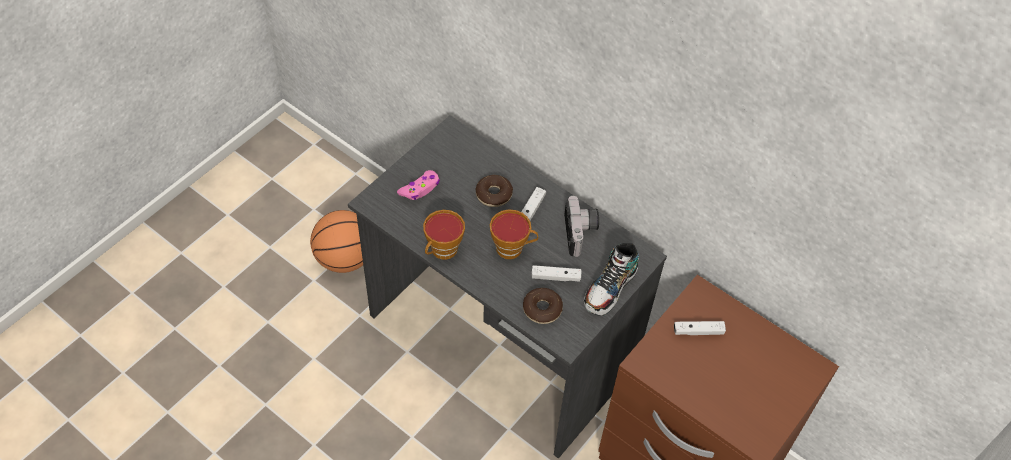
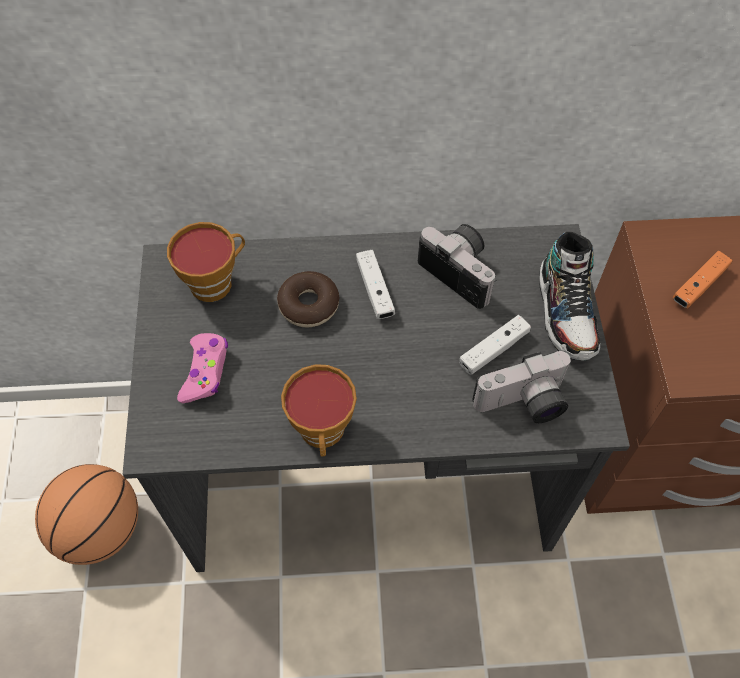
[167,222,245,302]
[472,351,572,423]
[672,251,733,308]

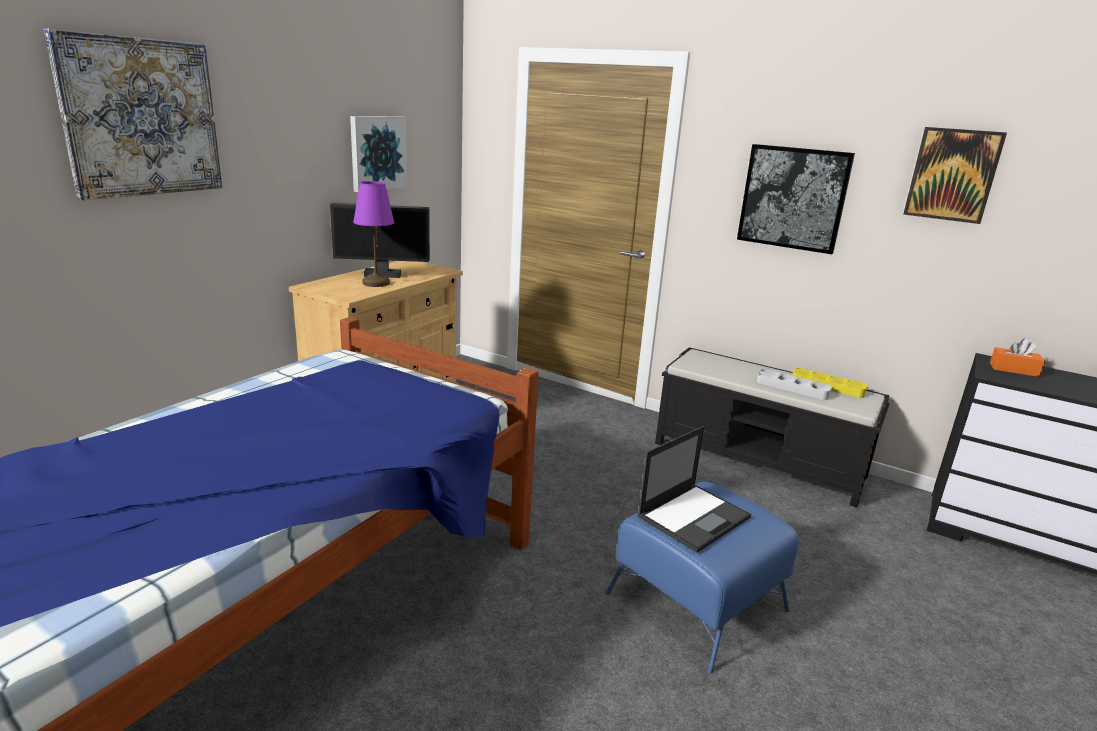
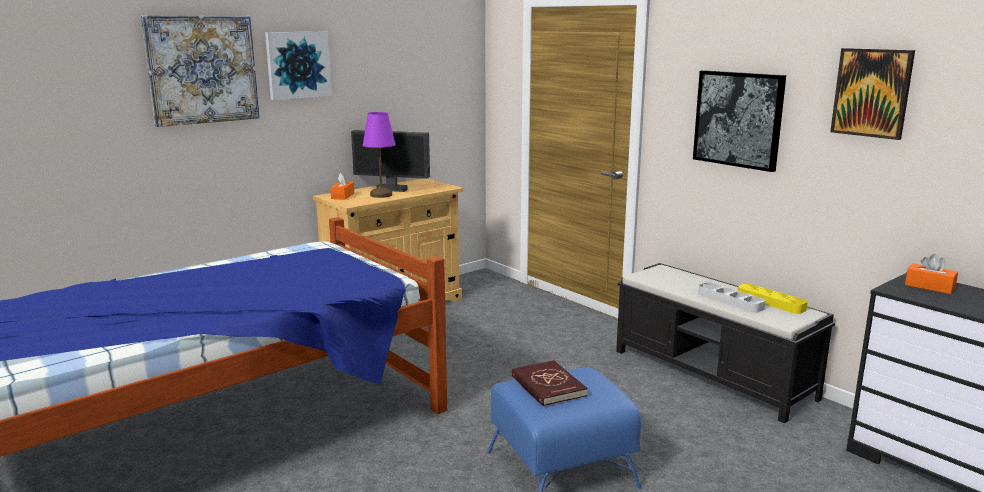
[265,32,332,100]
[512,360,588,406]
[330,173,354,200]

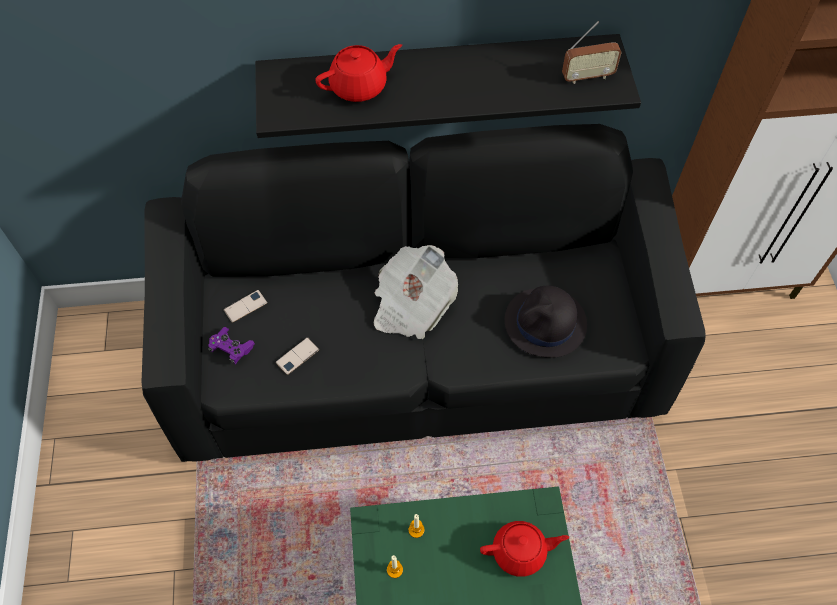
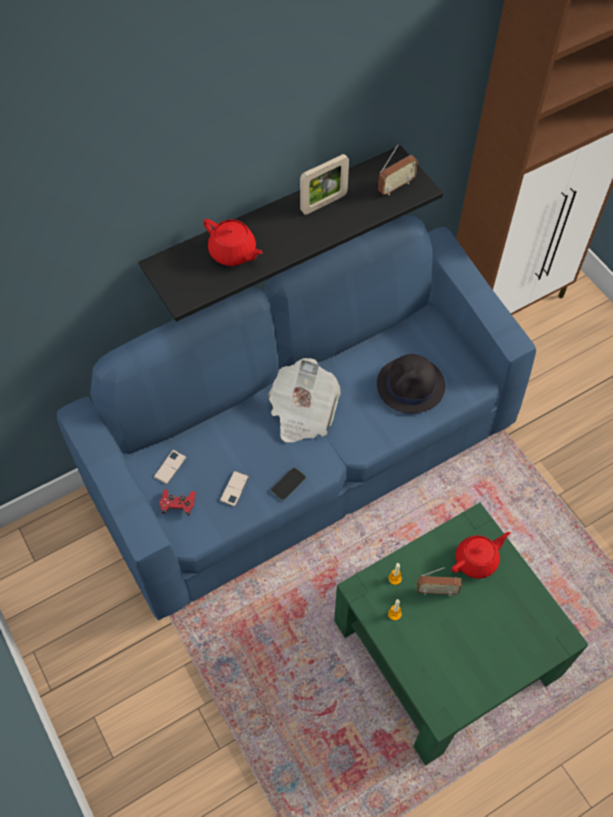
[203,219,263,266]
[57,216,536,621]
[159,489,196,515]
[300,154,349,215]
[271,467,306,501]
[417,567,461,596]

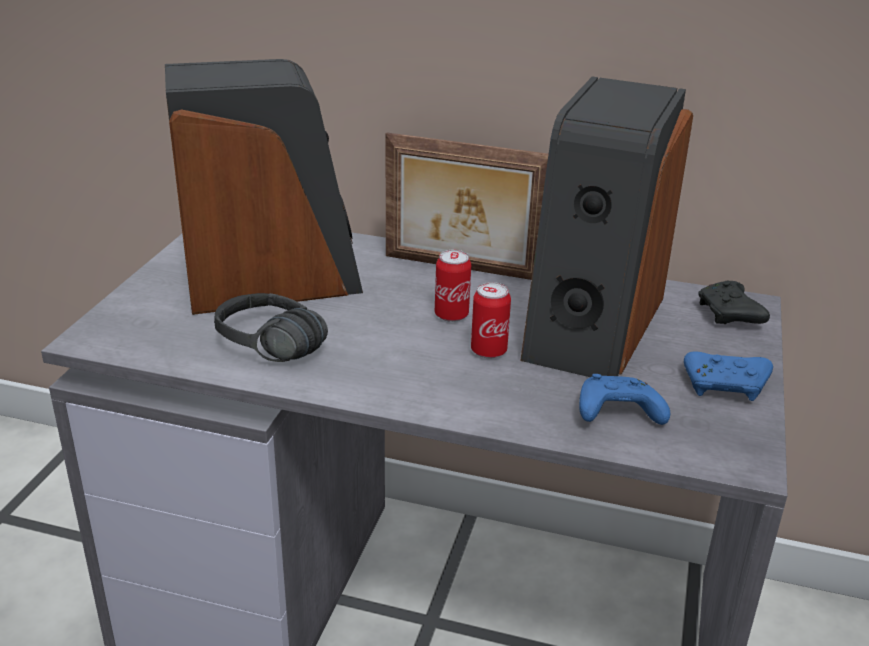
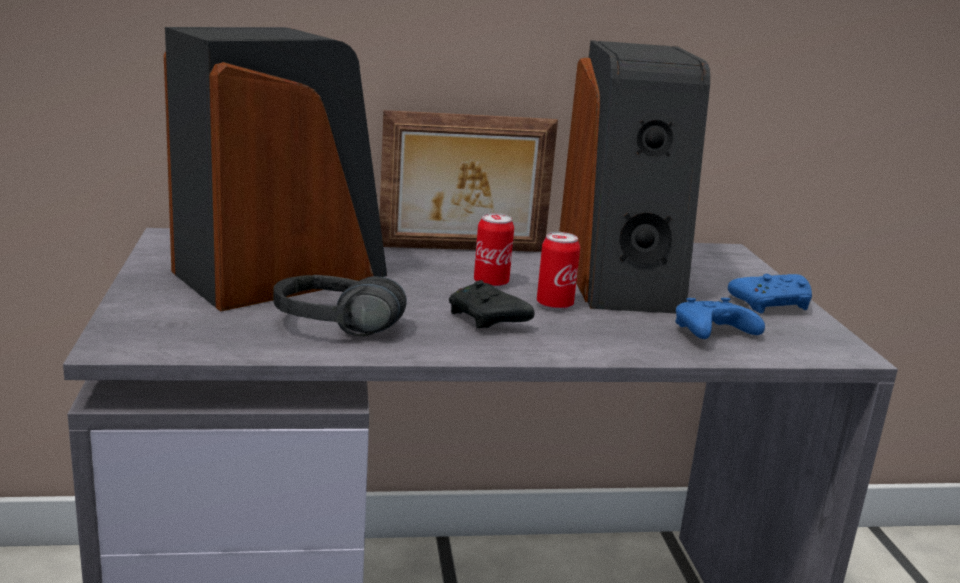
[449,280,535,328]

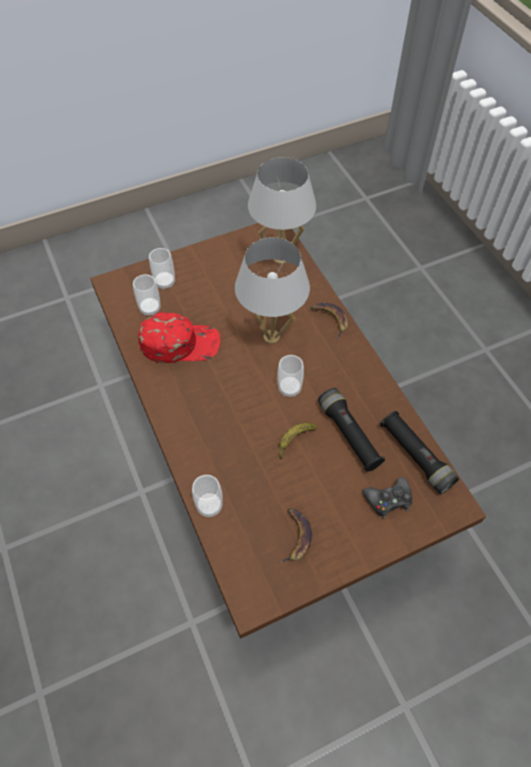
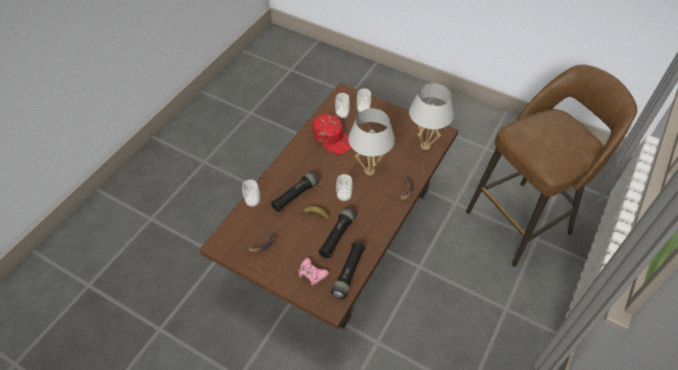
[298,258,329,286]
[466,64,637,267]
[271,171,319,212]

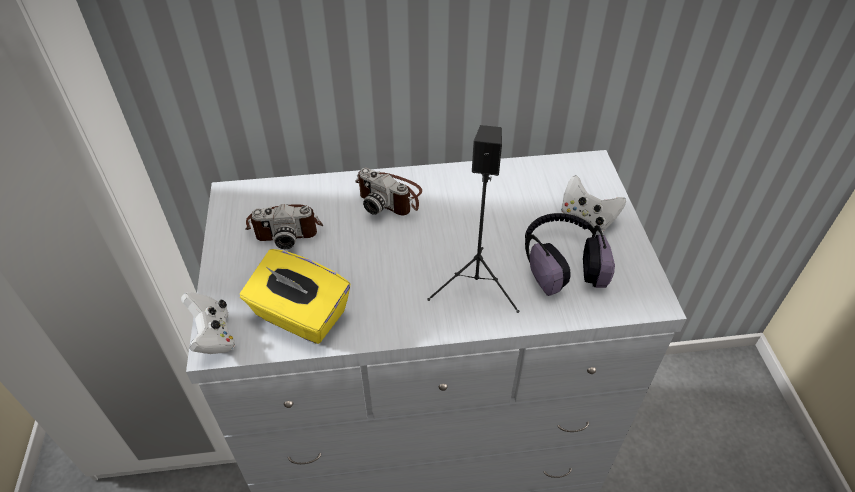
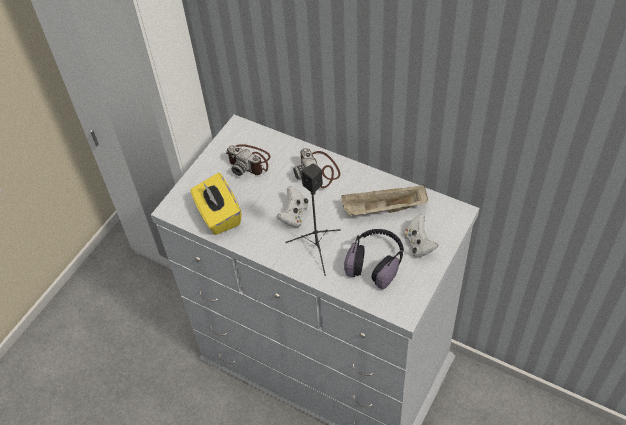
[277,186,308,228]
[341,185,428,216]

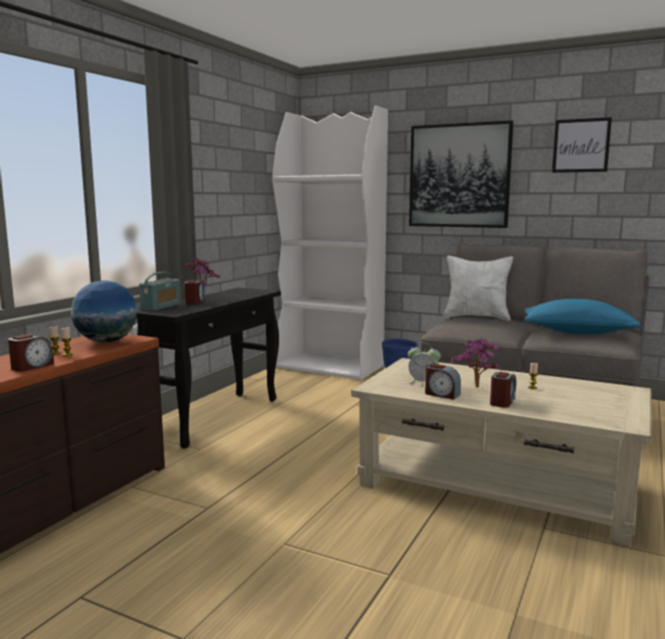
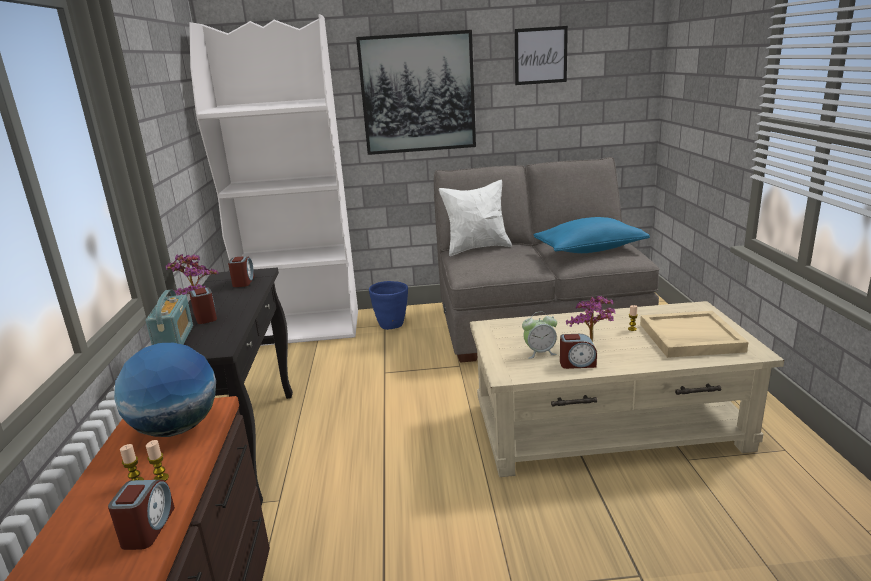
[228,256,255,287]
[640,311,748,358]

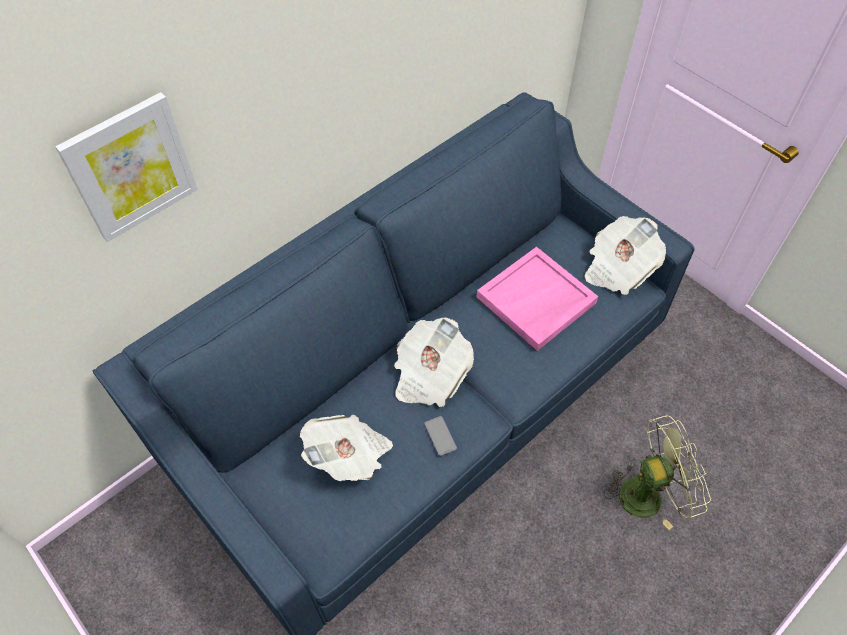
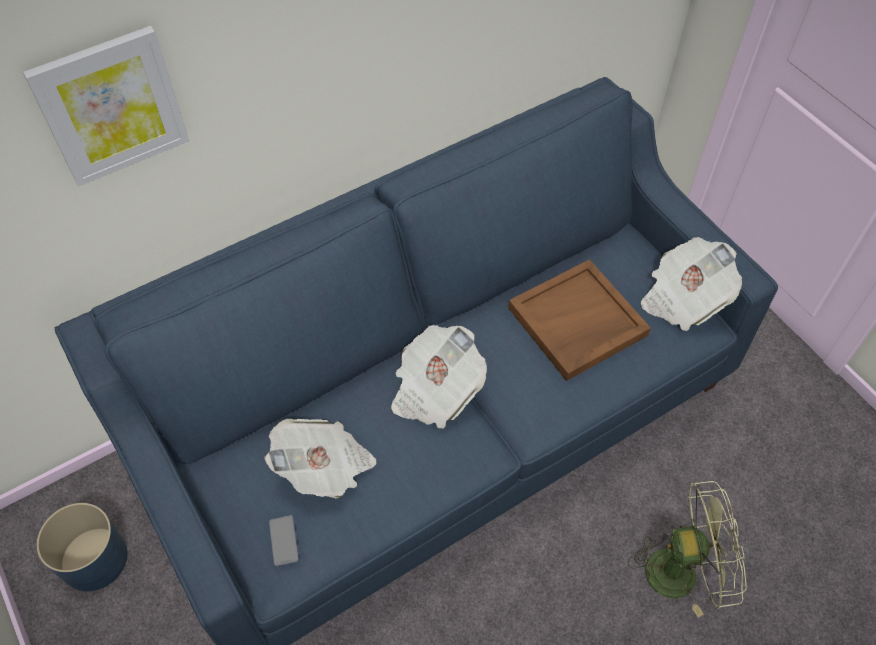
[508,259,651,381]
[269,515,299,566]
[37,503,128,591]

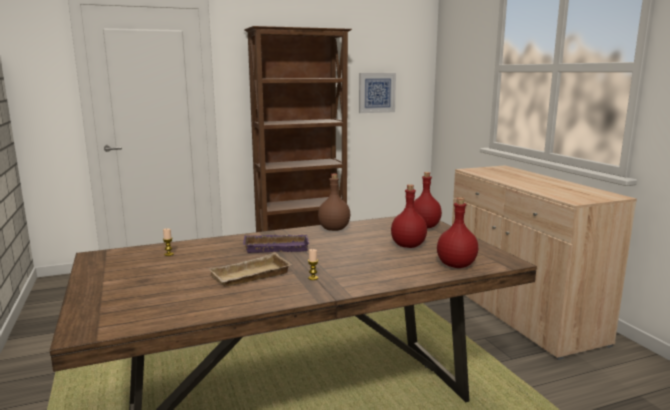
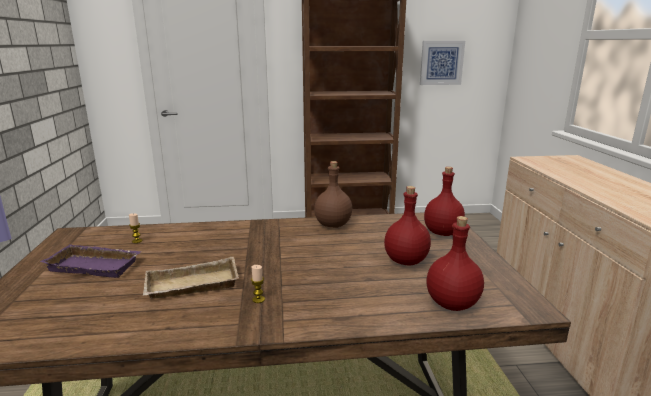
[40,244,142,278]

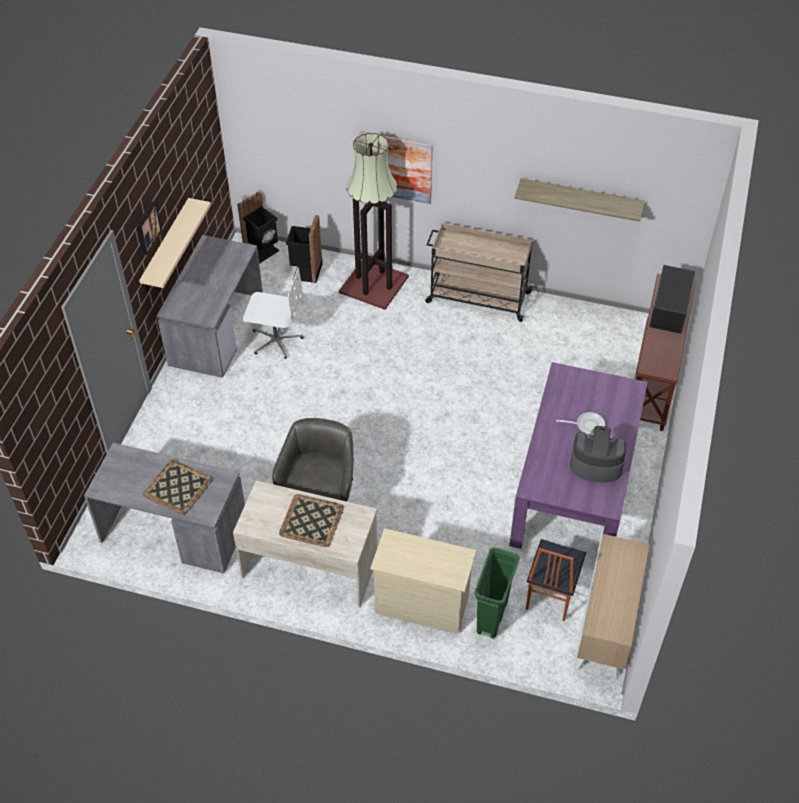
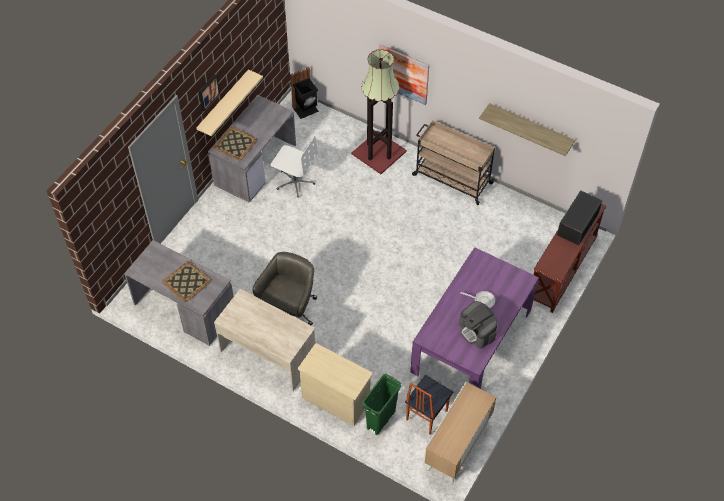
[286,215,323,283] (first image)
[459,301,497,349]
[214,127,258,161]

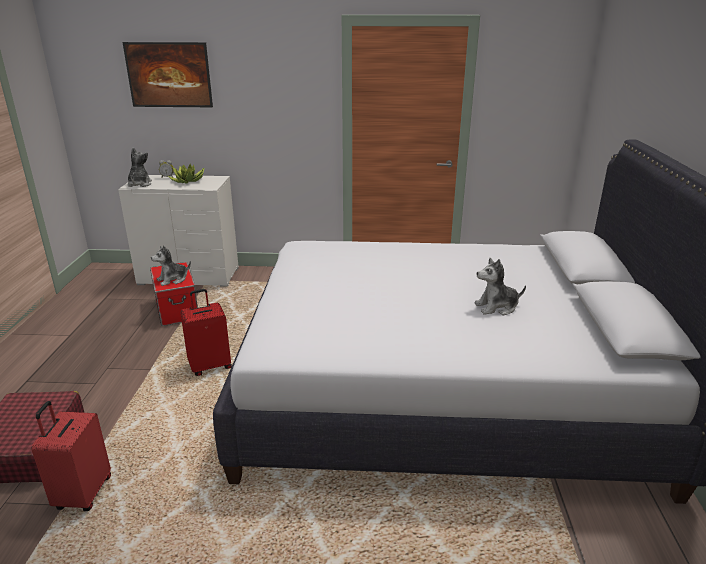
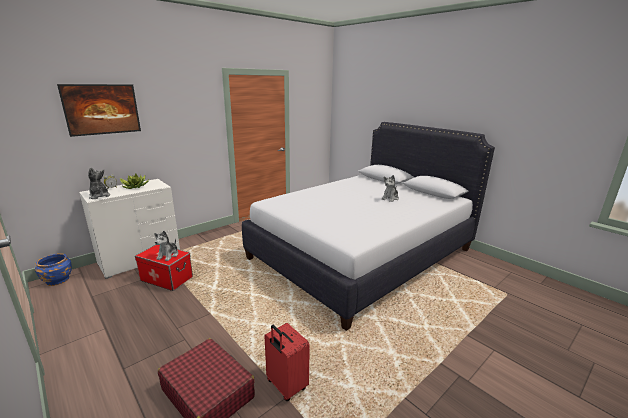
[180,289,232,376] (first image)
[35,253,72,286]

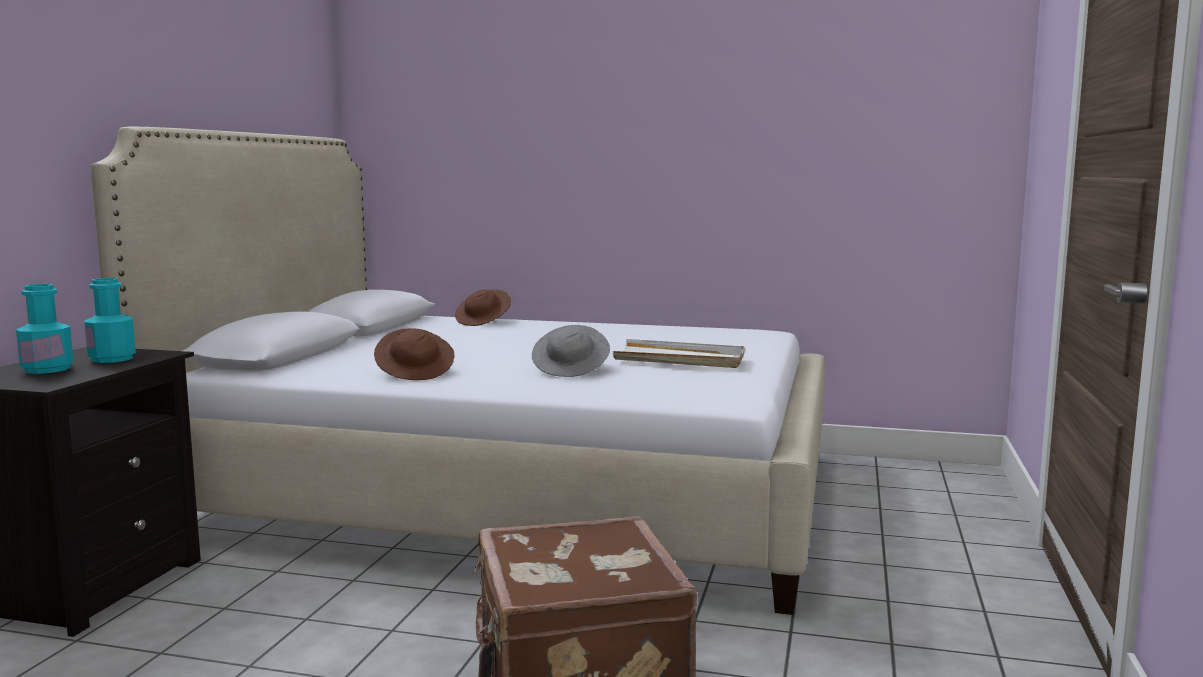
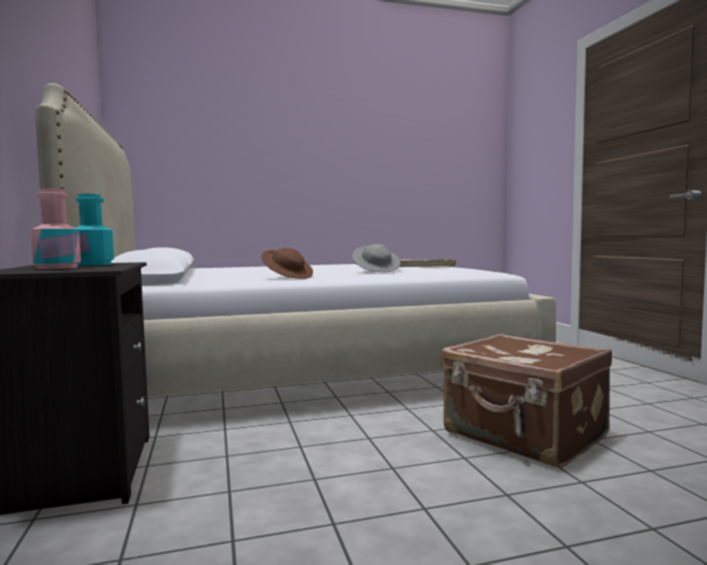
[30,188,81,269]
[455,289,511,326] (first image)

